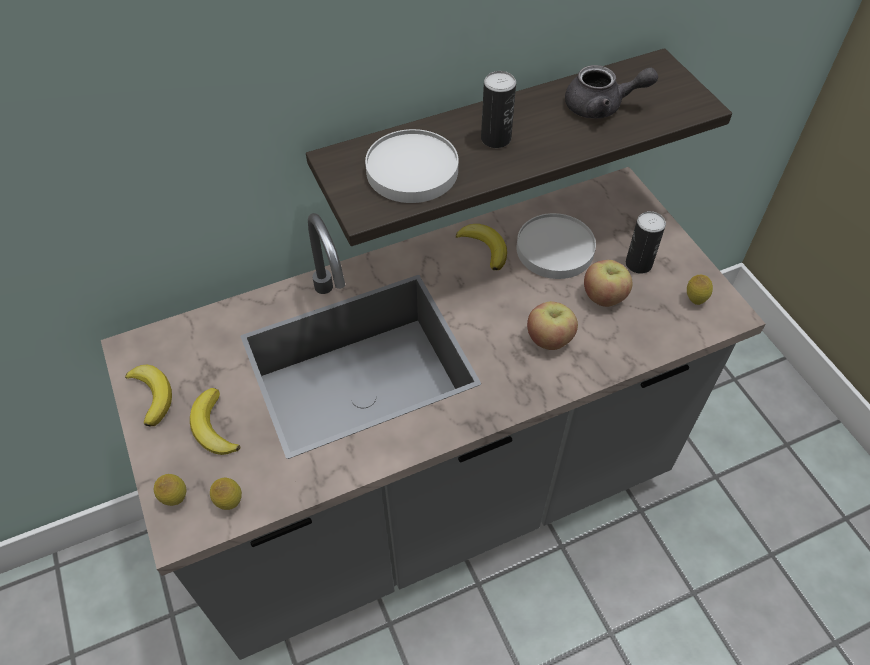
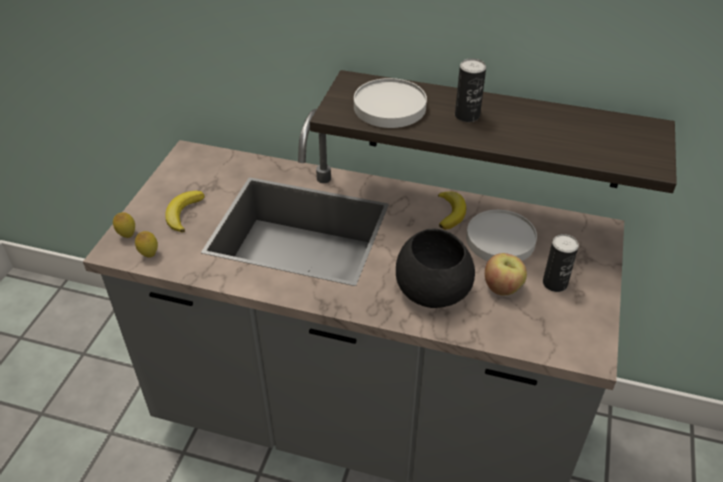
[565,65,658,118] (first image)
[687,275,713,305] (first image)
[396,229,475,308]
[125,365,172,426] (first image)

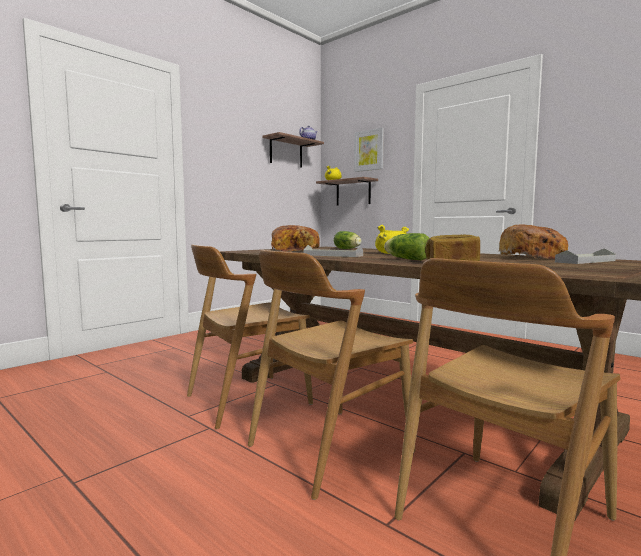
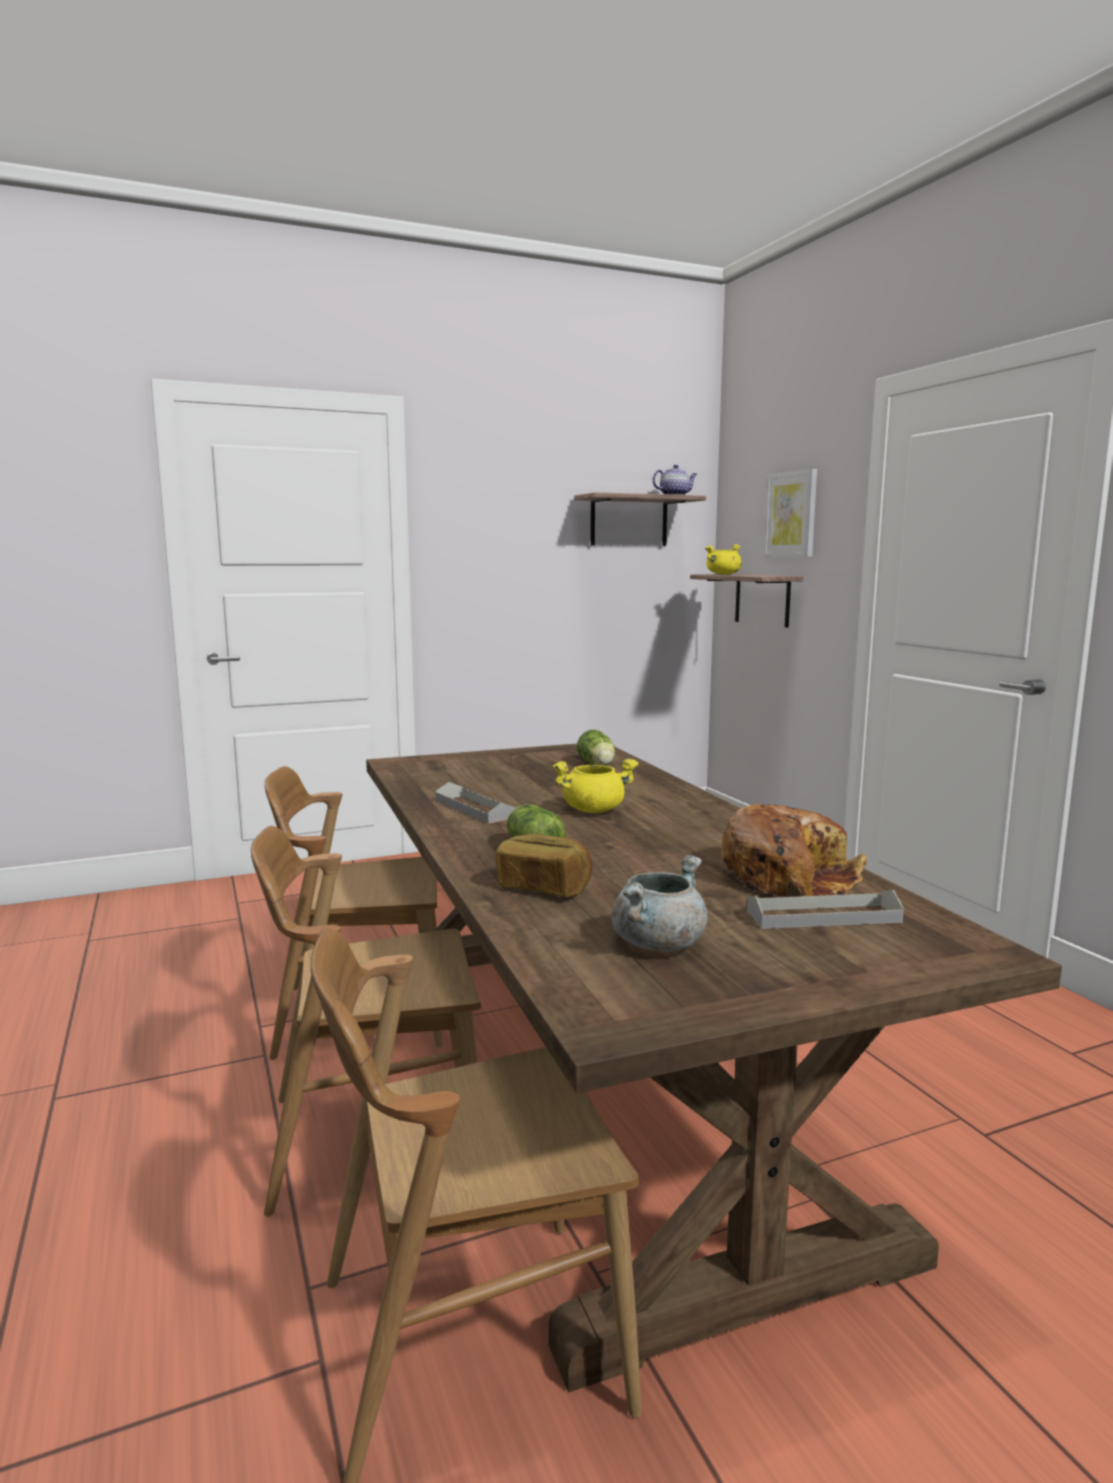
[271,225,320,252] (first image)
[611,855,708,952]

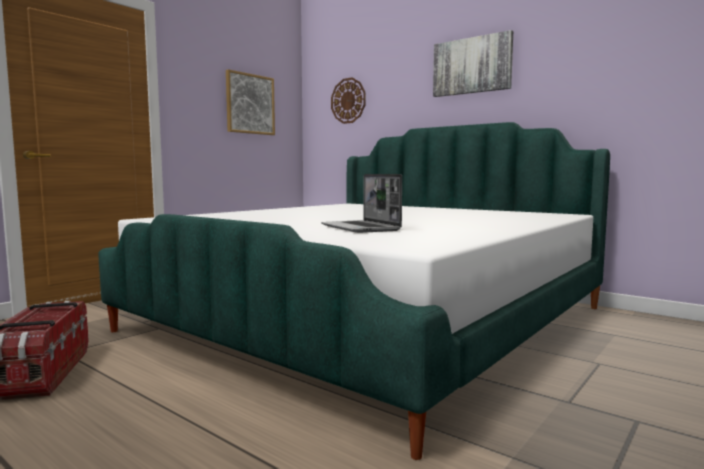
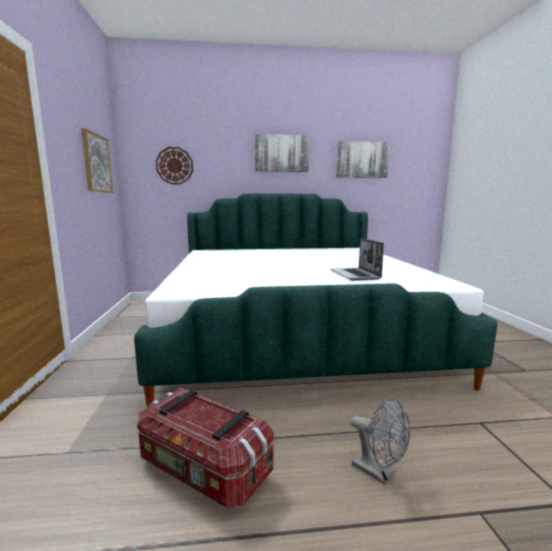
[330,238,384,280]
[336,141,390,178]
[350,398,410,485]

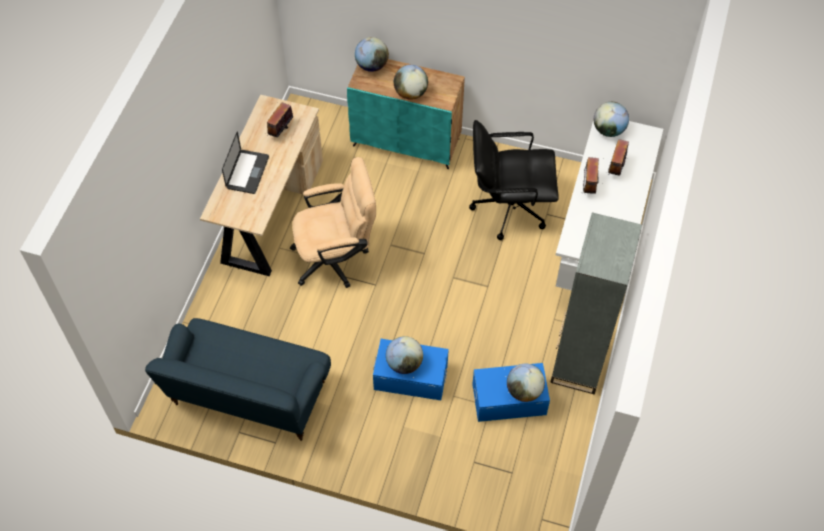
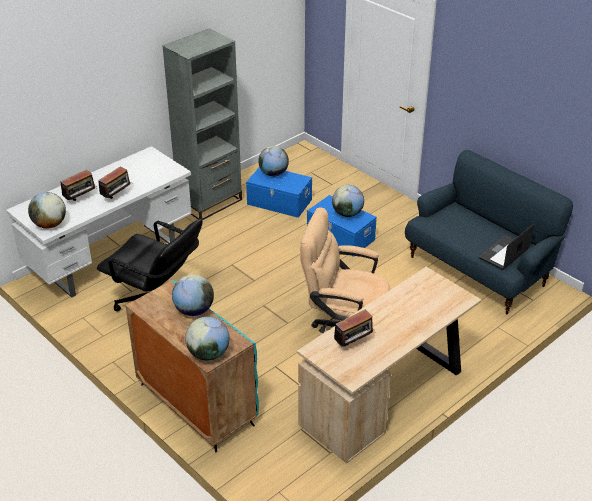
[479,224,534,270]

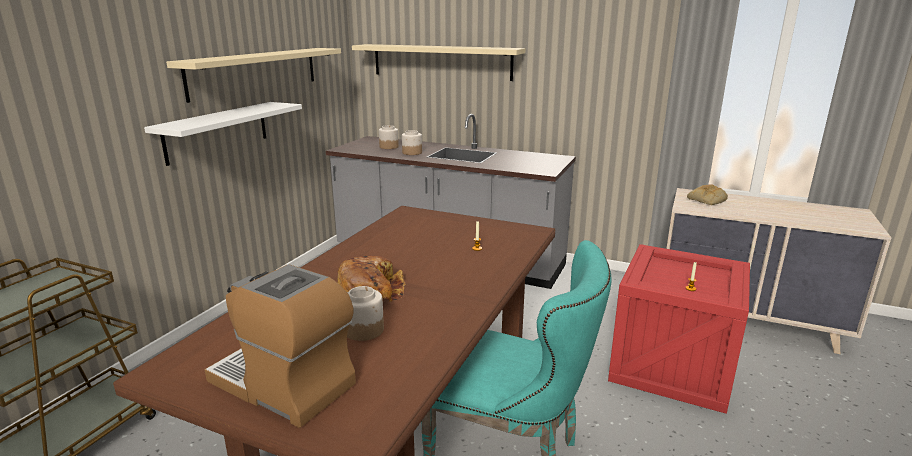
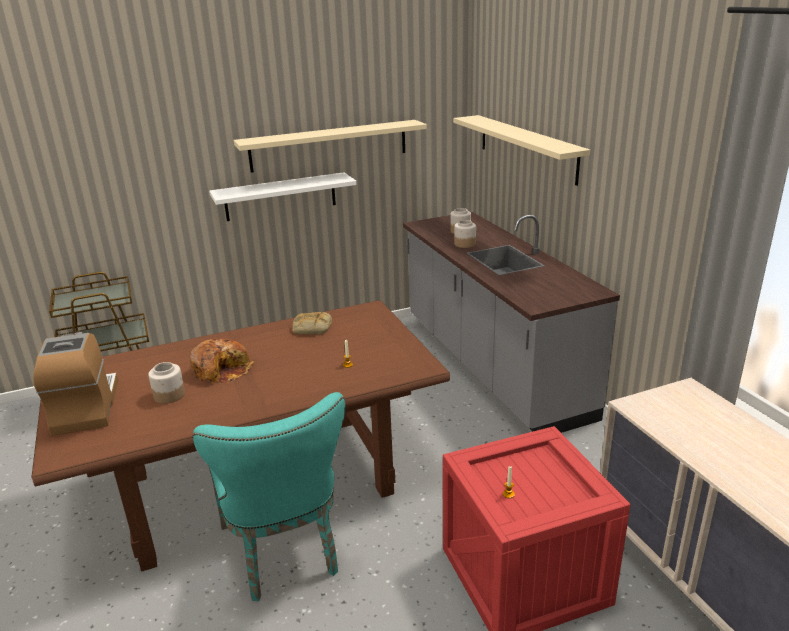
[293,312,332,334]

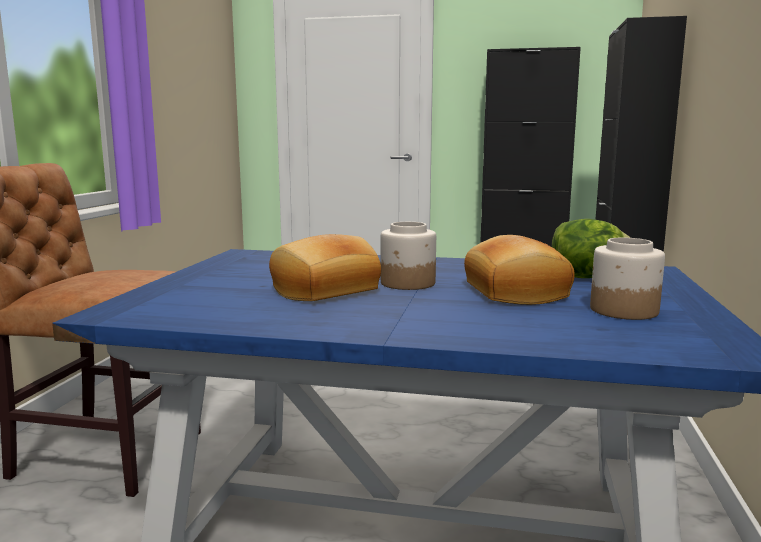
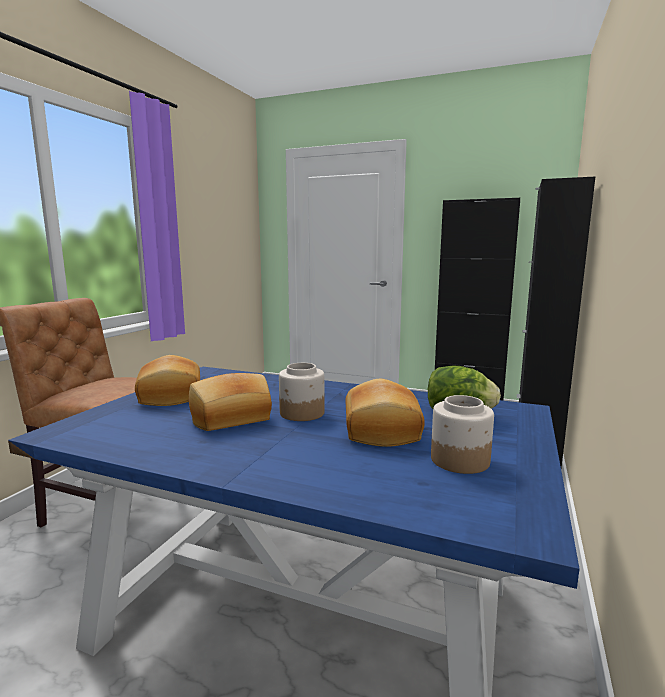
[135,355,200,406]

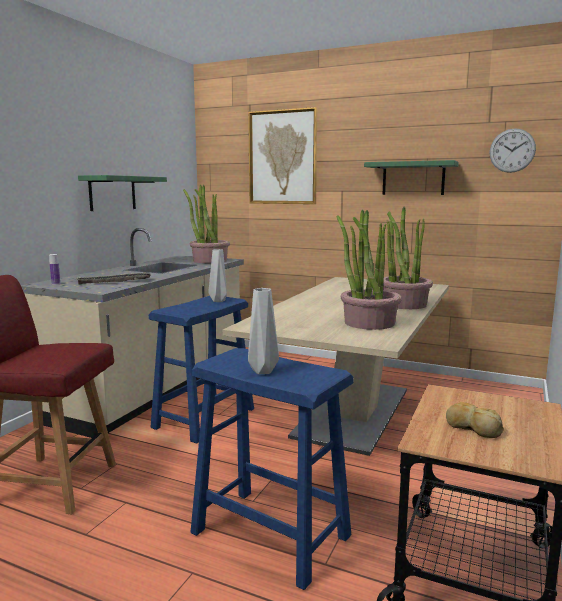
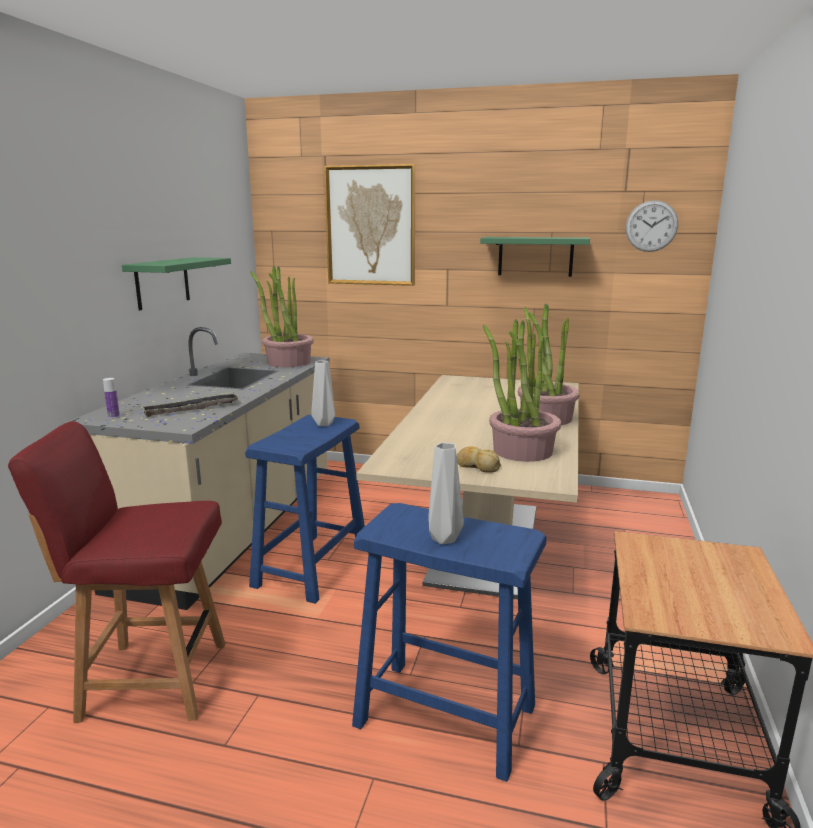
[457,446,501,472]

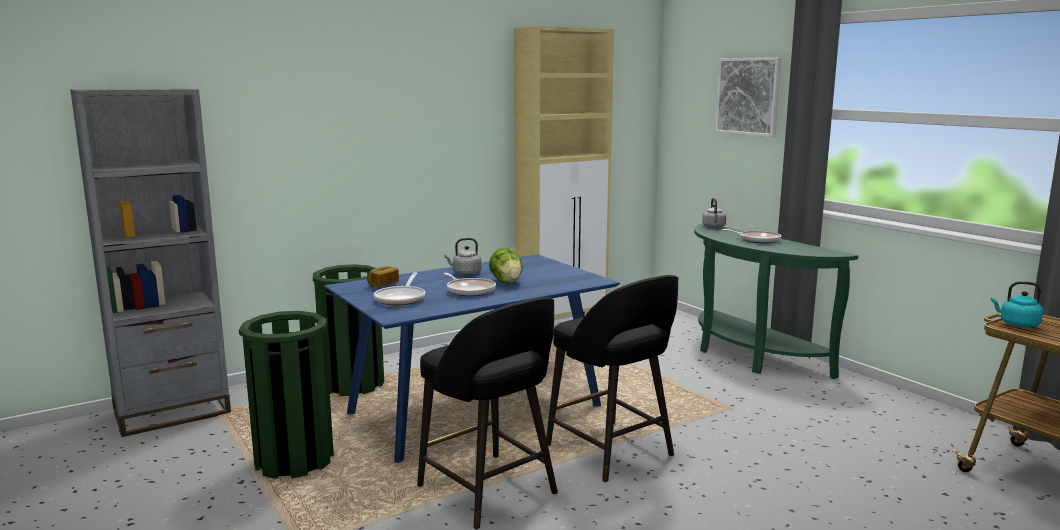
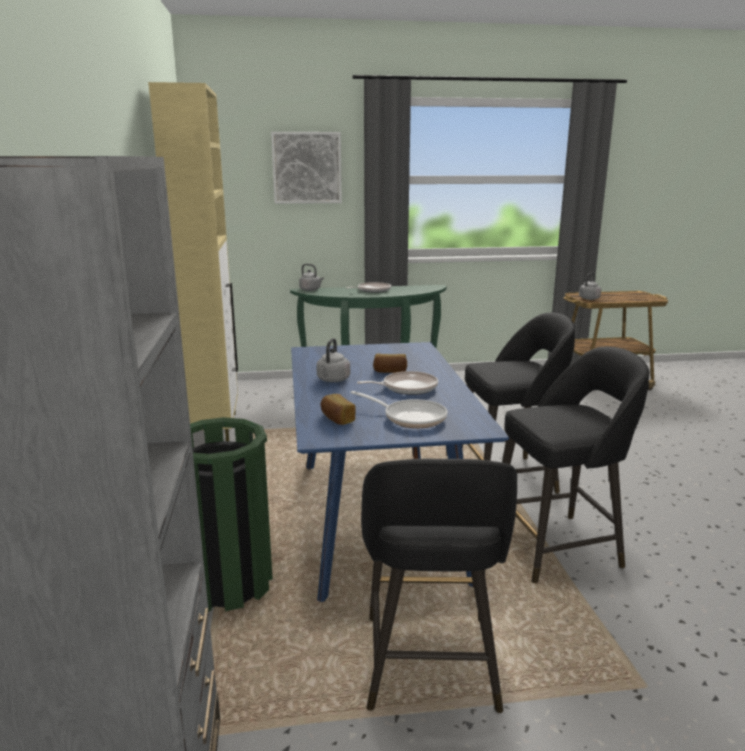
[373,353,407,373]
[579,273,601,300]
[361,459,517,713]

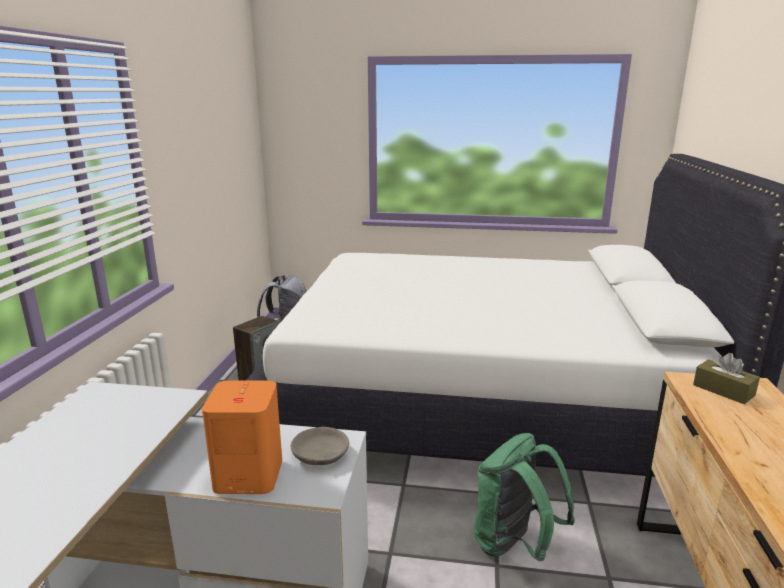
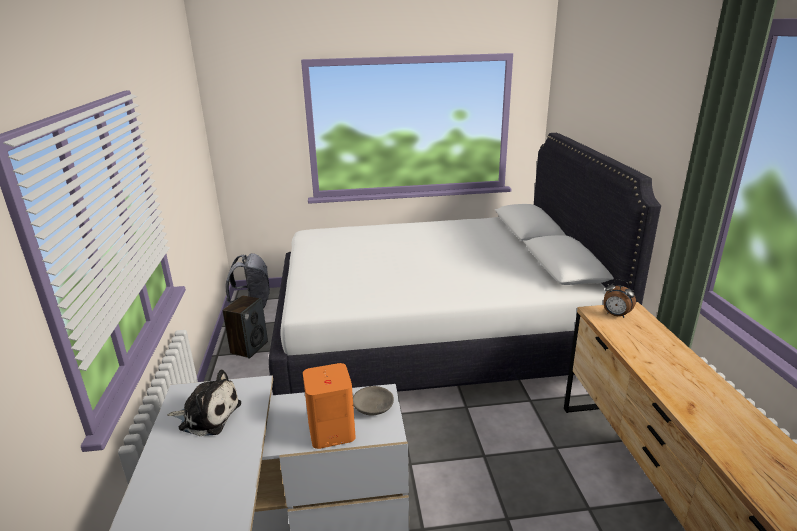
[604,279,636,318]
[474,433,575,561] (first image)
[167,370,241,436]

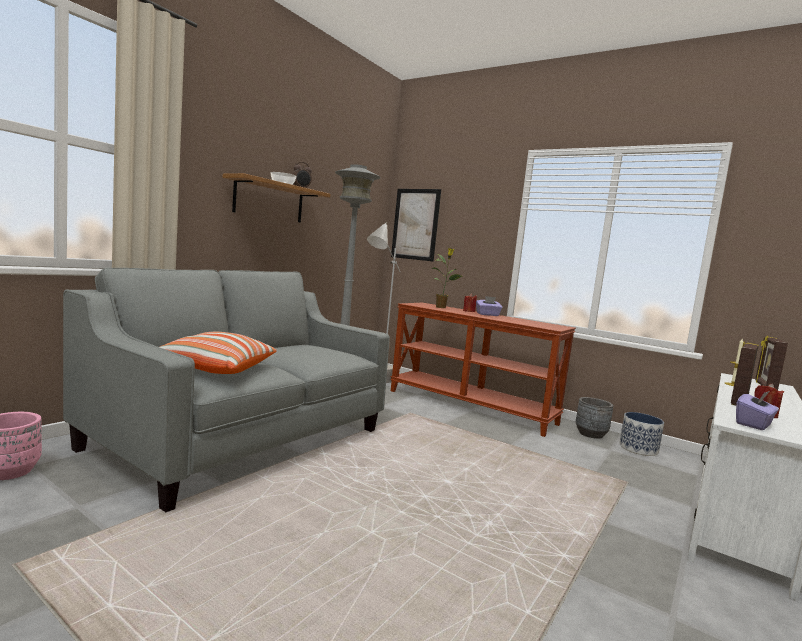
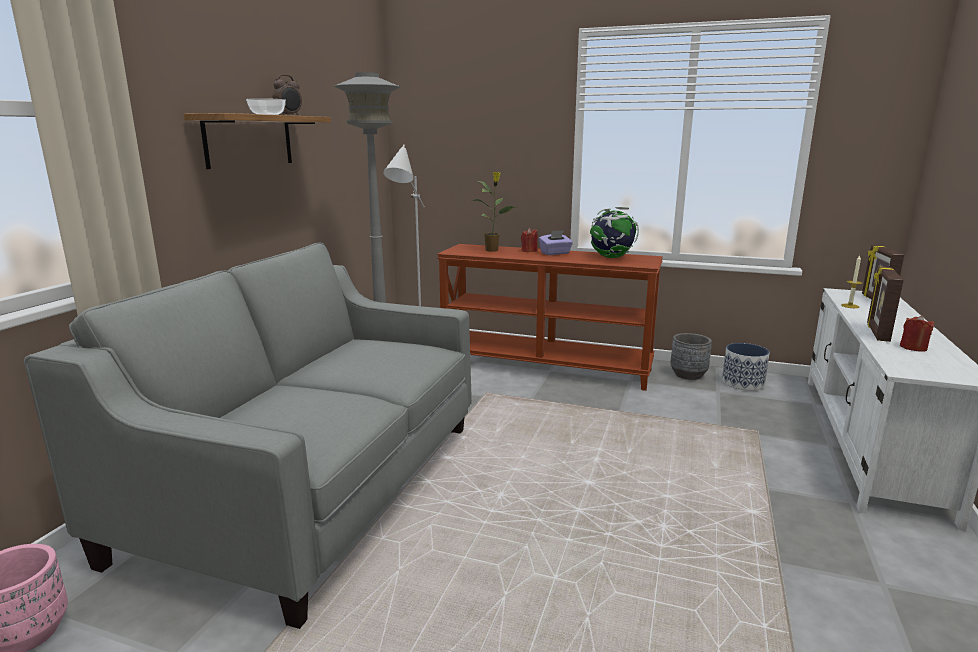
[391,189,441,262] (first image)
[160,332,277,374] (first image)
[736,391,779,430] (first image)
[590,207,639,258]

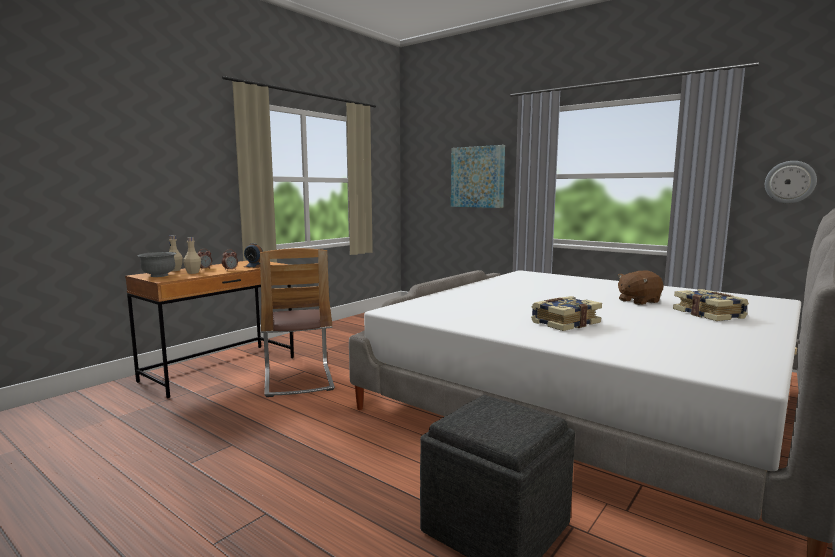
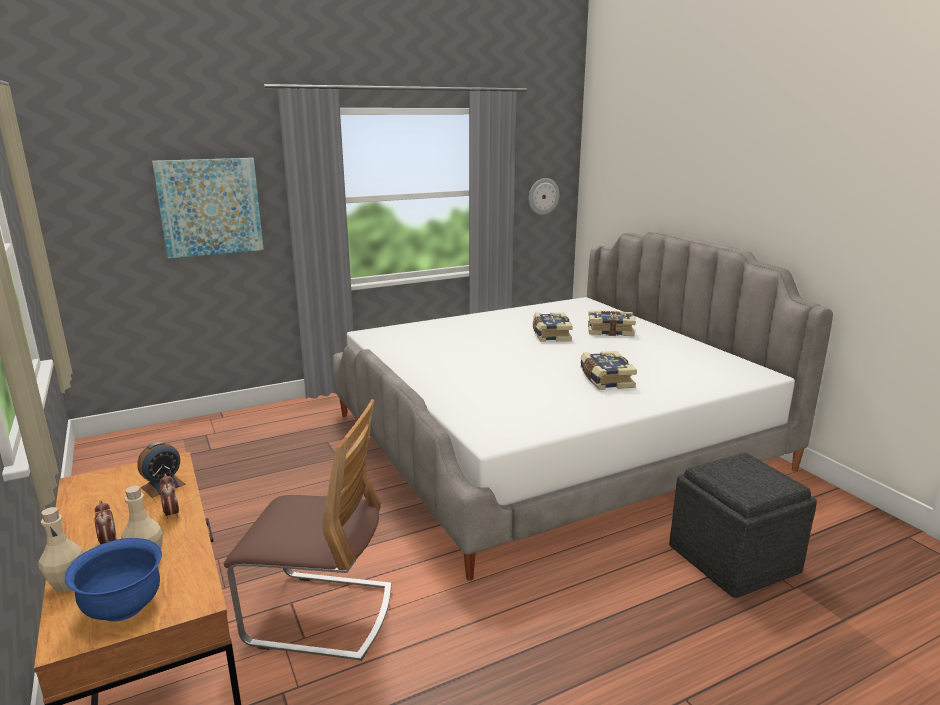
[65,538,162,622]
[533,313,573,342]

